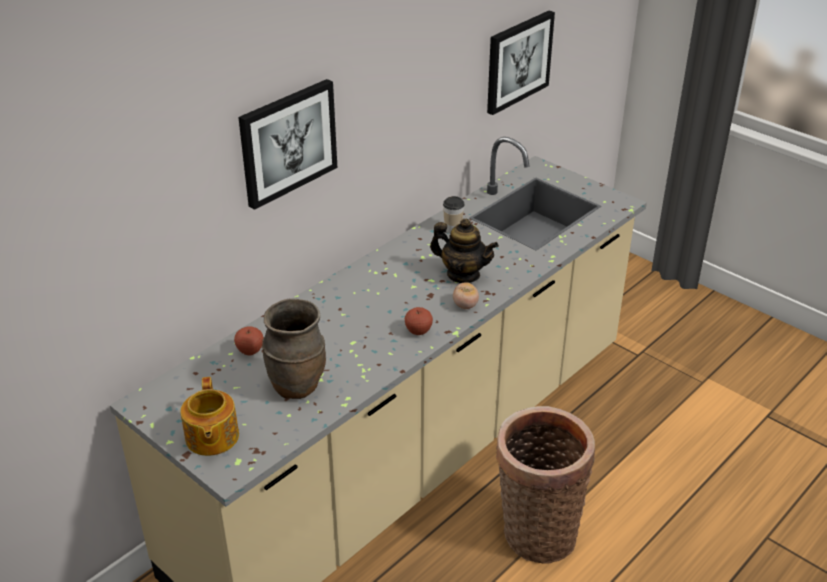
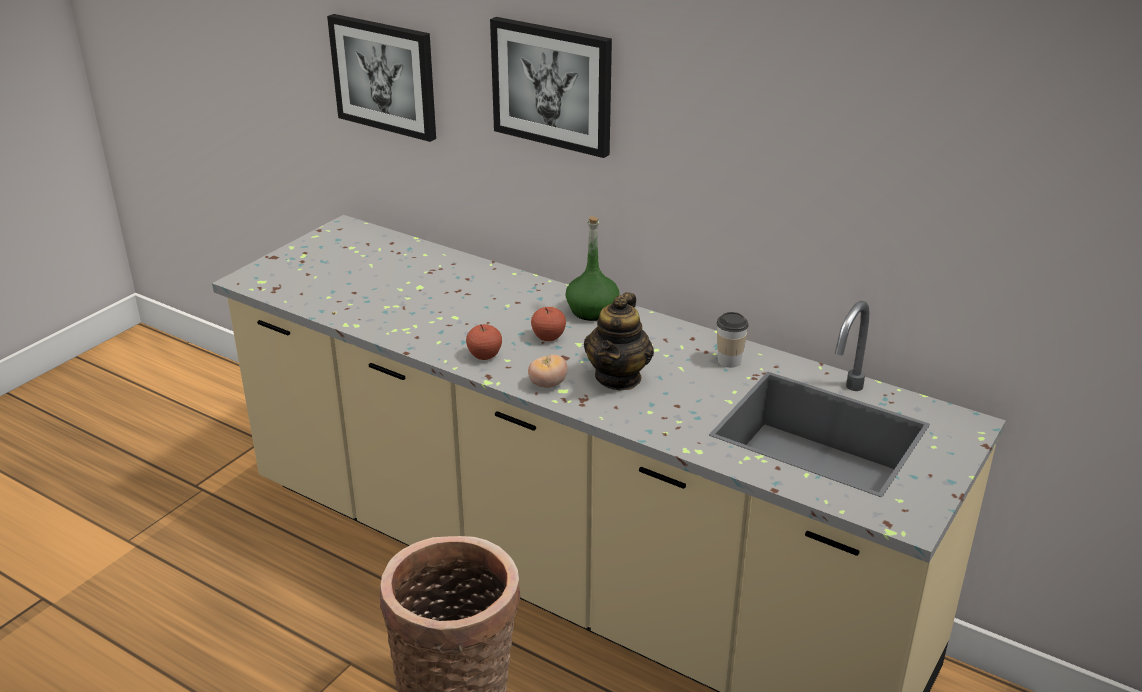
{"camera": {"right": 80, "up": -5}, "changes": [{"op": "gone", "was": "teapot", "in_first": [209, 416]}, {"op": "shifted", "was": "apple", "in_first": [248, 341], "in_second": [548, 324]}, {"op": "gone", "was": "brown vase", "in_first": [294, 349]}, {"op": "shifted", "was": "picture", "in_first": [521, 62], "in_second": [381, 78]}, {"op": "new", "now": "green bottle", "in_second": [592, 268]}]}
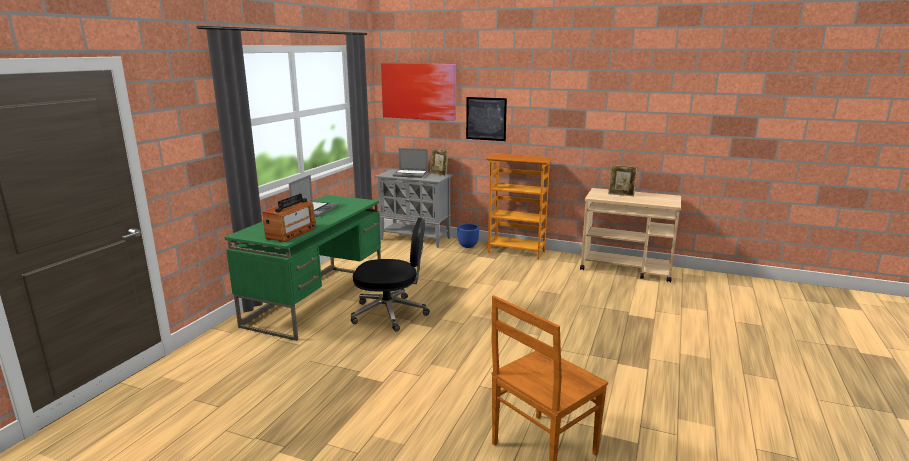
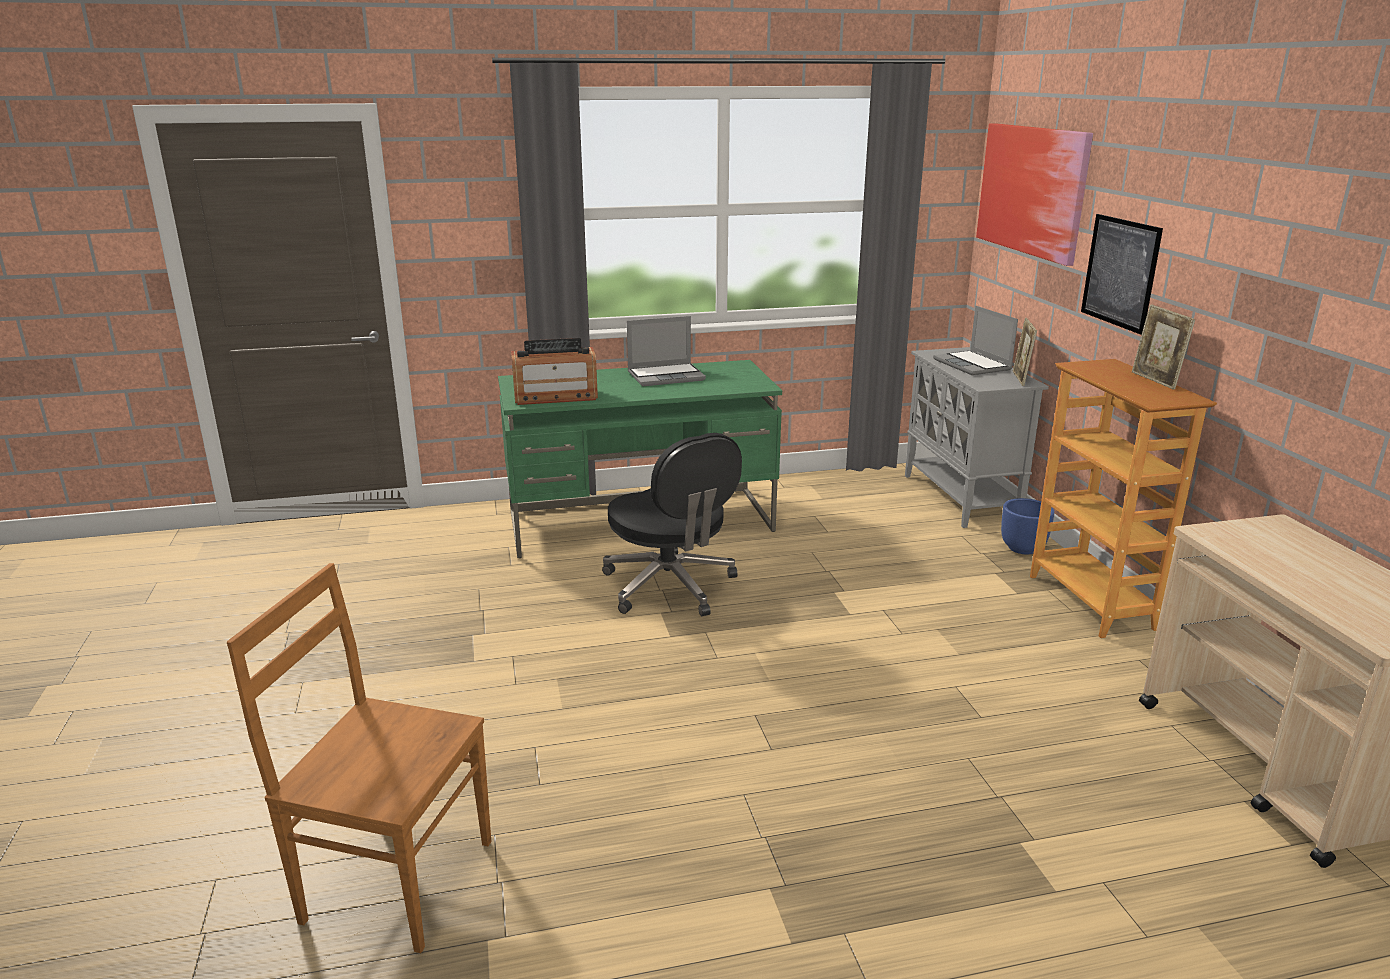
{"camera": {"right": 55, "up": 5}, "changes": [{"op": "shifted", "was": "picture frame", "in_first": [623, 180], "in_second": [1163, 347]}]}
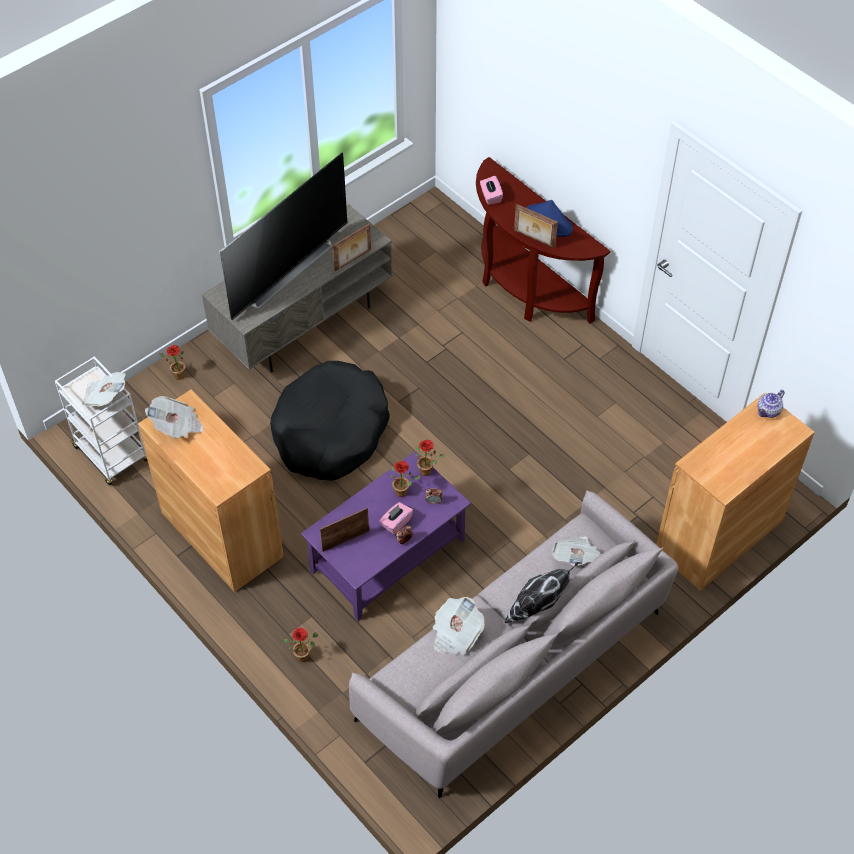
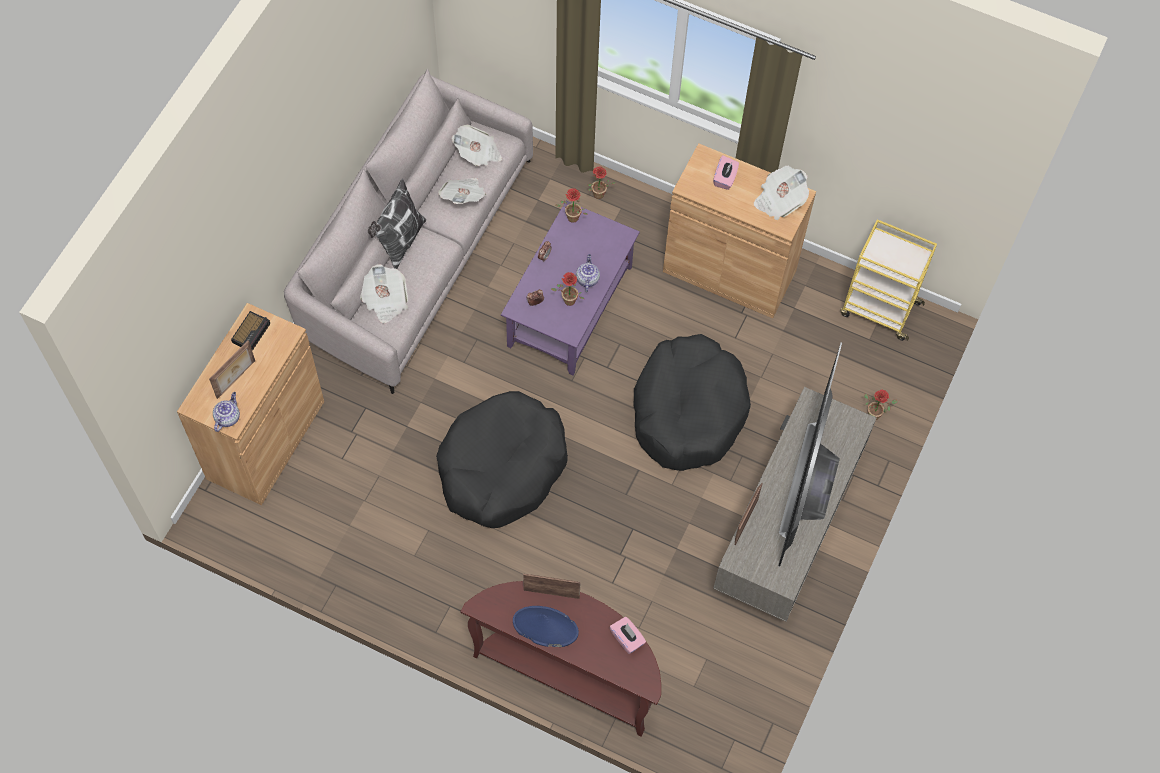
{"camera": {"right": 155, "up": 10}, "changes": [{"op": "repainted", "was": "white cart", "now": "yellow cart", "in_first": [101, 420], "in_second": [888, 280]}, {"op": "shifted", "was": "newspaper", "in_first": [104, 389], "in_second": [477, 145]}, {"op": "shifted", "was": "picture frame", "in_first": [344, 530], "in_second": [232, 369]}, {"op": "shifted", "was": "pink tissue box", "in_first": [396, 518], "in_second": [726, 172]}, {"op": "shifted", "was": "potted plant", "in_first": [430, 458], "in_second": [571, 205]}, {"op": "new", "now": "alarm clock", "in_second": [250, 331]}, {"op": "new", "now": "black dog bed", "in_second": [502, 459]}, {"op": "new", "now": "teapot", "in_second": [588, 273]}]}
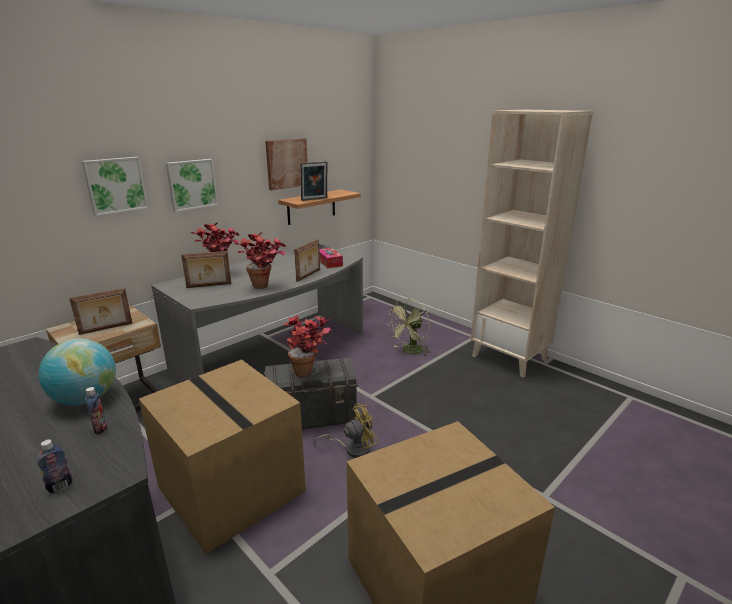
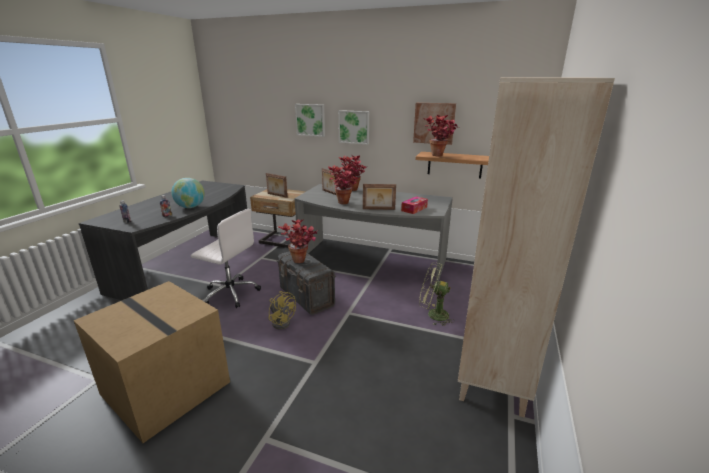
{"camera": {"right": 65, "up": 0}, "changes": [{"op": "swapped", "was": "cardboard box", "now": "white office chair", "in_first": [222, 456], "in_second": [226, 258]}, {"op": "swapped", "was": "picture frame", "now": "potted plant", "in_first": [313, 181], "in_second": [440, 136]}]}
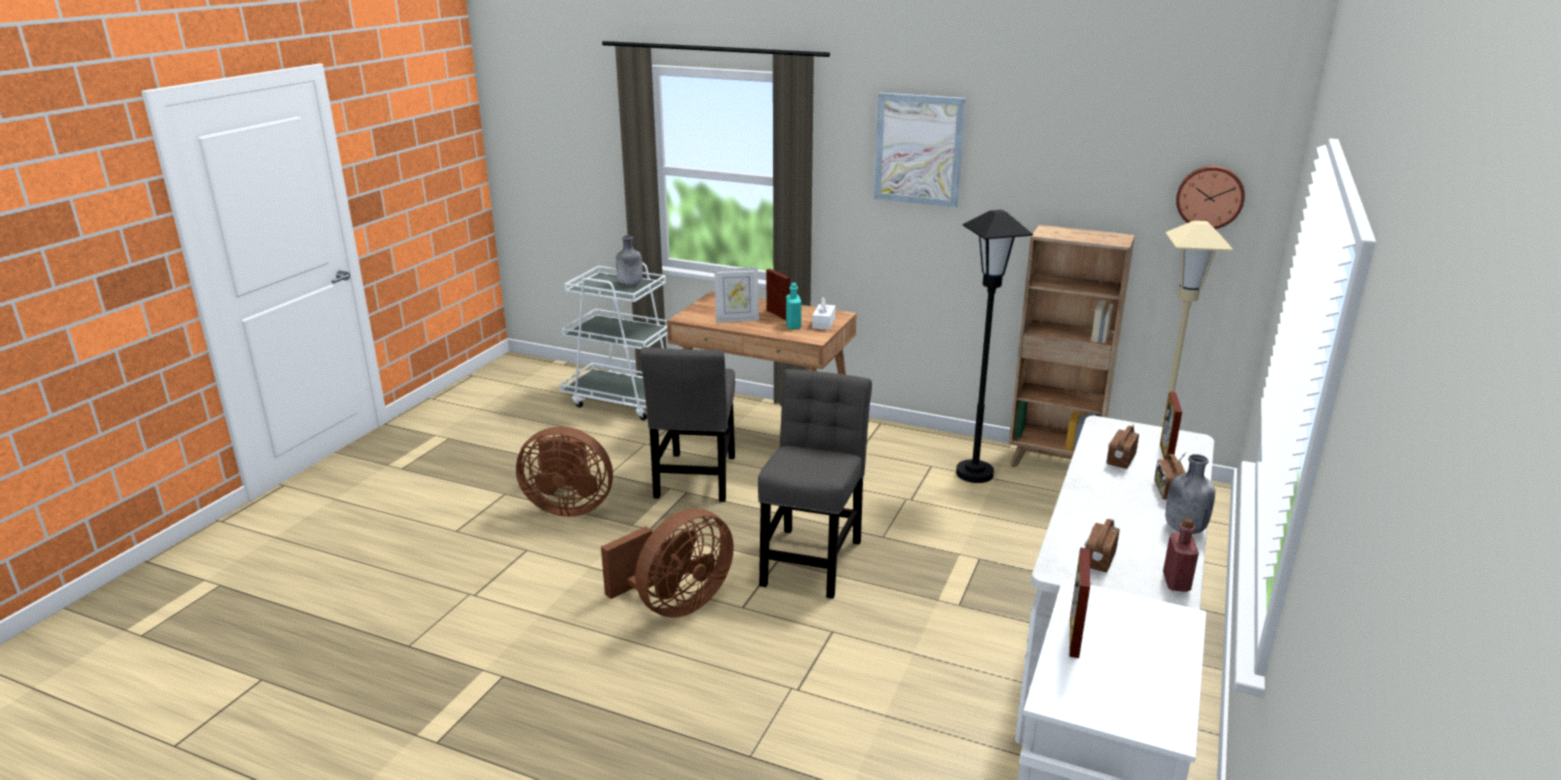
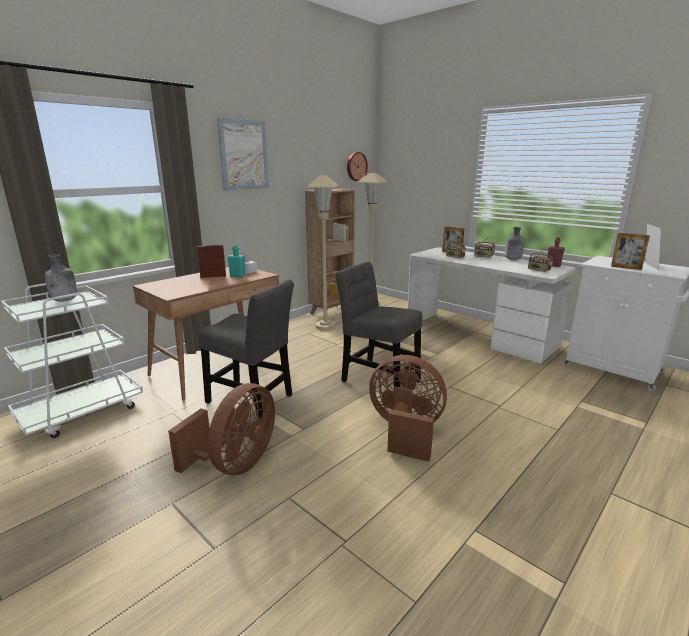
{"camera": {"right": -70, "up": -5}, "changes": [{"op": "rotated", "was": "brown fan", "in_first": [667, 563], "in_second": [408, 408], "clockwise": -45}, {"op": "shifted", "was": "picture frame", "in_first": [736, 295], "in_second": [653, 247]}, {"op": "repainted", "was": "black floor lamp", "now": "beige floor lamp", "in_first": [994, 346], "in_second": [323, 253]}]}
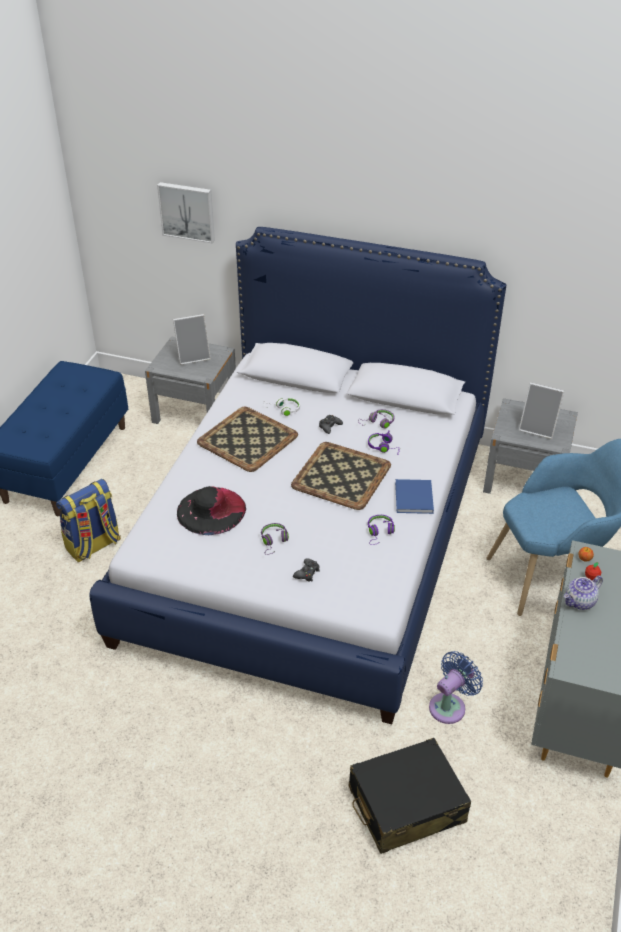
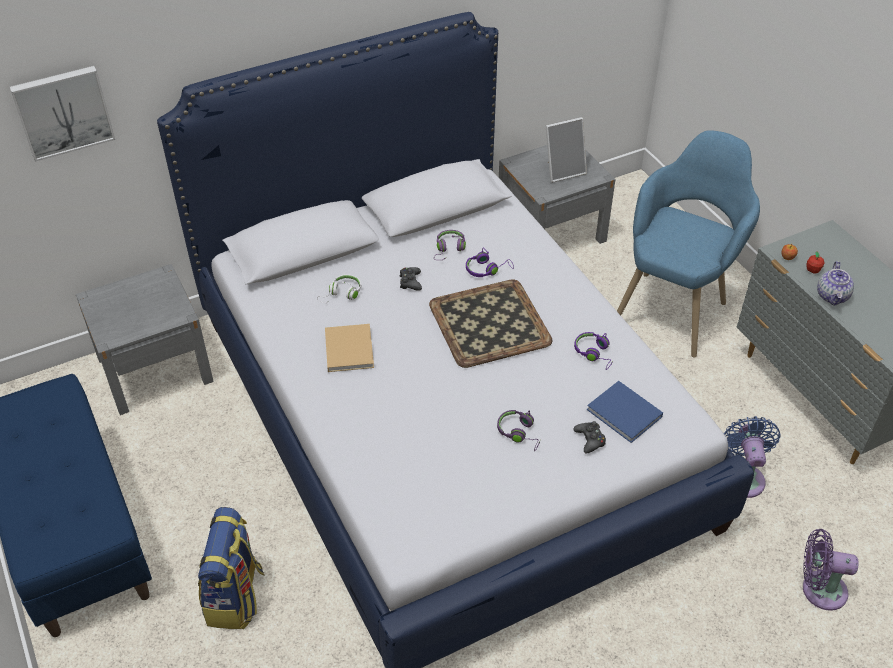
{"camera": {"right": -45, "up": 5}, "changes": [{"op": "gone", "was": "picture frame", "in_first": [192, 339]}, {"op": "gone", "was": "black hat", "in_first": [211, 510]}, {"op": "swapped", "was": "tray", "now": "beige book", "in_first": [247, 439], "in_second": [349, 348]}, {"op": "swapped", "was": "black suitcase", "now": "purple fan", "in_first": [410, 796], "in_second": [831, 570]}, {"op": "shifted", "was": "blue book", "in_first": [414, 496], "in_second": [625, 412]}]}
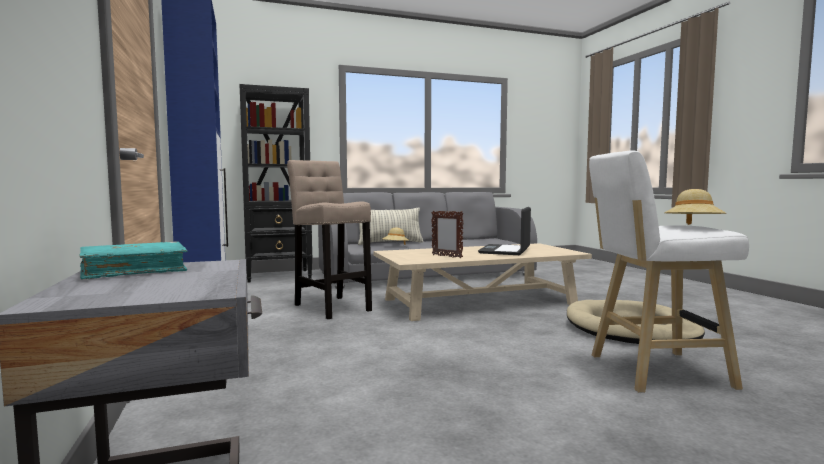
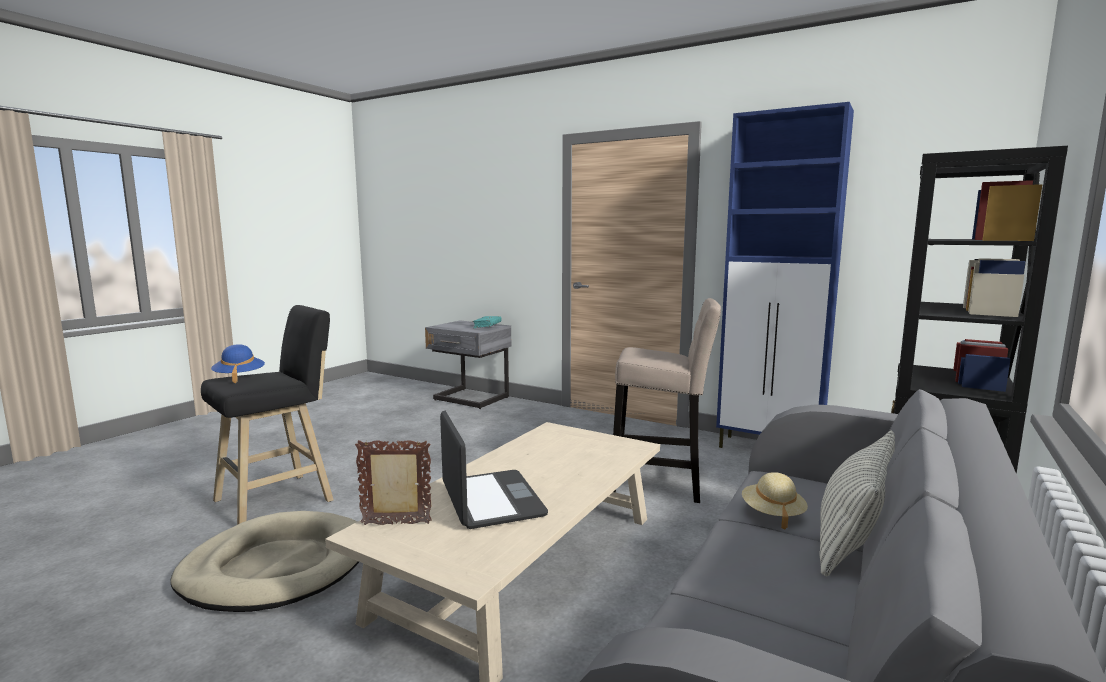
{"camera": {"right": 140, "up": 5}, "changes": [{"op": "shifted", "was": "picture frame", "in_first": [447, 234], "in_second": [393, 482]}, {"op": "repainted", "was": "white stool", "now": "black stool", "in_first": [669, 271], "in_second": [267, 415]}, {"op": "repainted", "was": "beige hat", "now": "blue hat", "in_first": [695, 207], "in_second": [238, 363]}]}
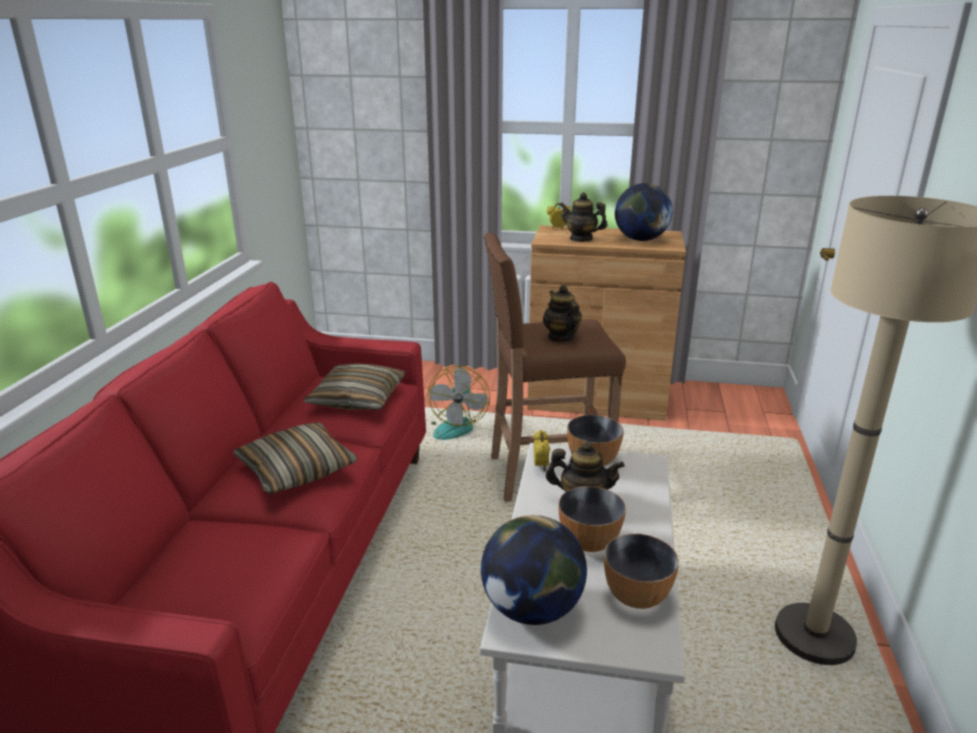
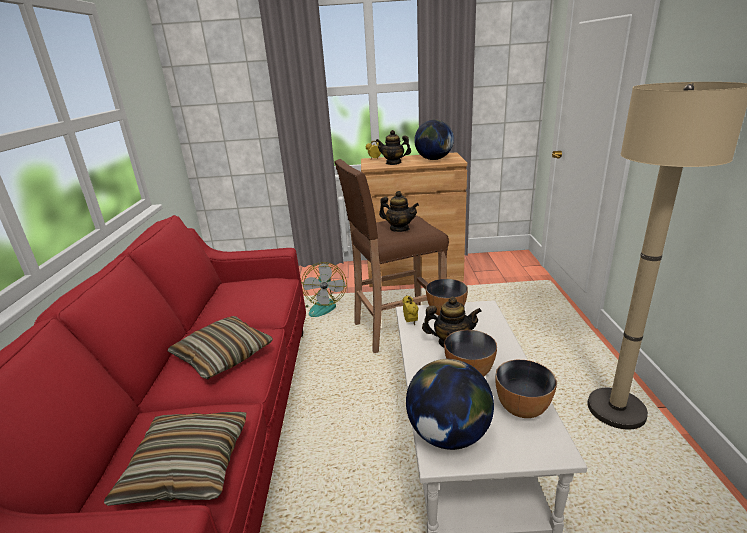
{"camera": {"right": -10, "up": 0}, "changes": [{"op": "shifted", "was": "pillow", "in_first": [354, 386], "in_second": [175, 459]}, {"op": "rotated", "was": "teapot", "in_first": [562, 313], "in_second": [399, 211], "clockwise": 150}]}
